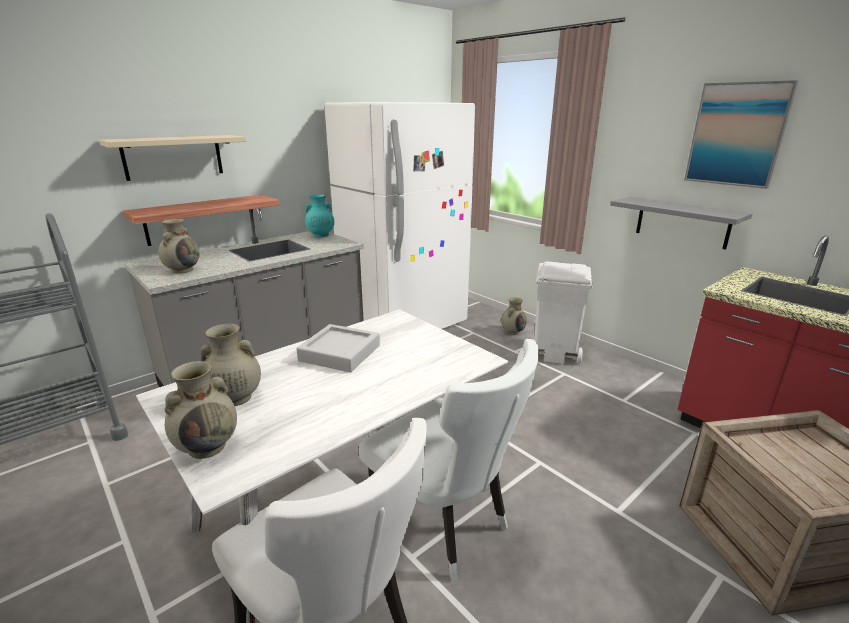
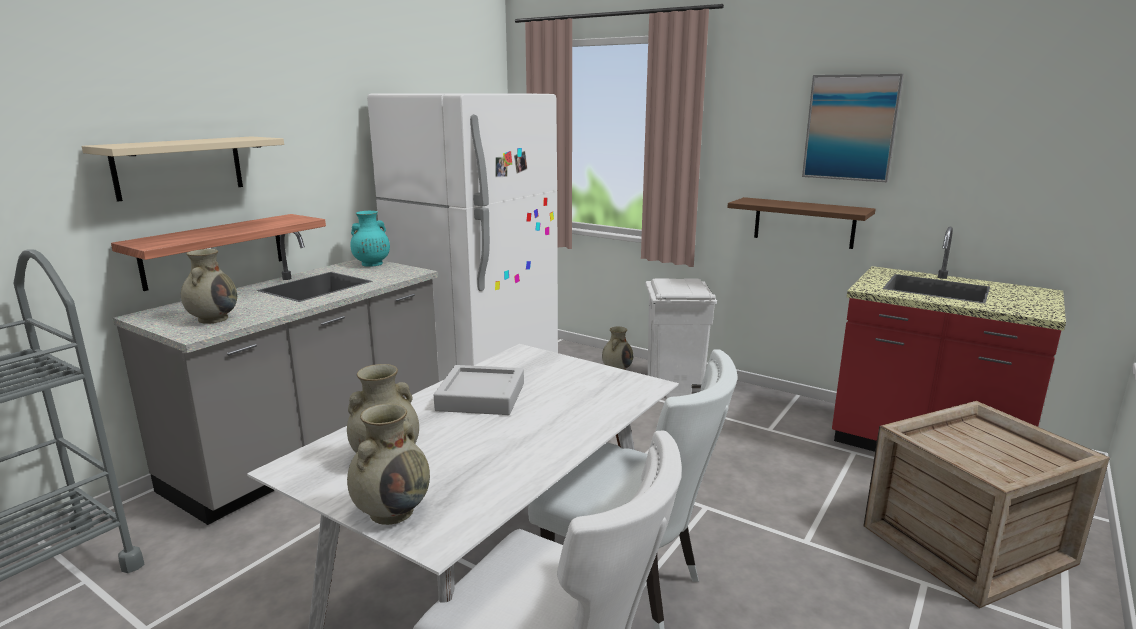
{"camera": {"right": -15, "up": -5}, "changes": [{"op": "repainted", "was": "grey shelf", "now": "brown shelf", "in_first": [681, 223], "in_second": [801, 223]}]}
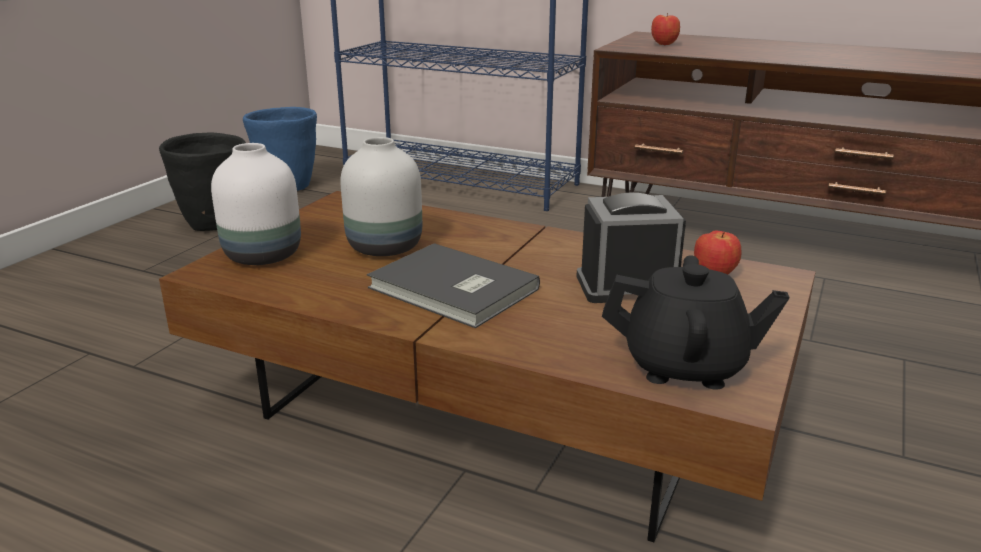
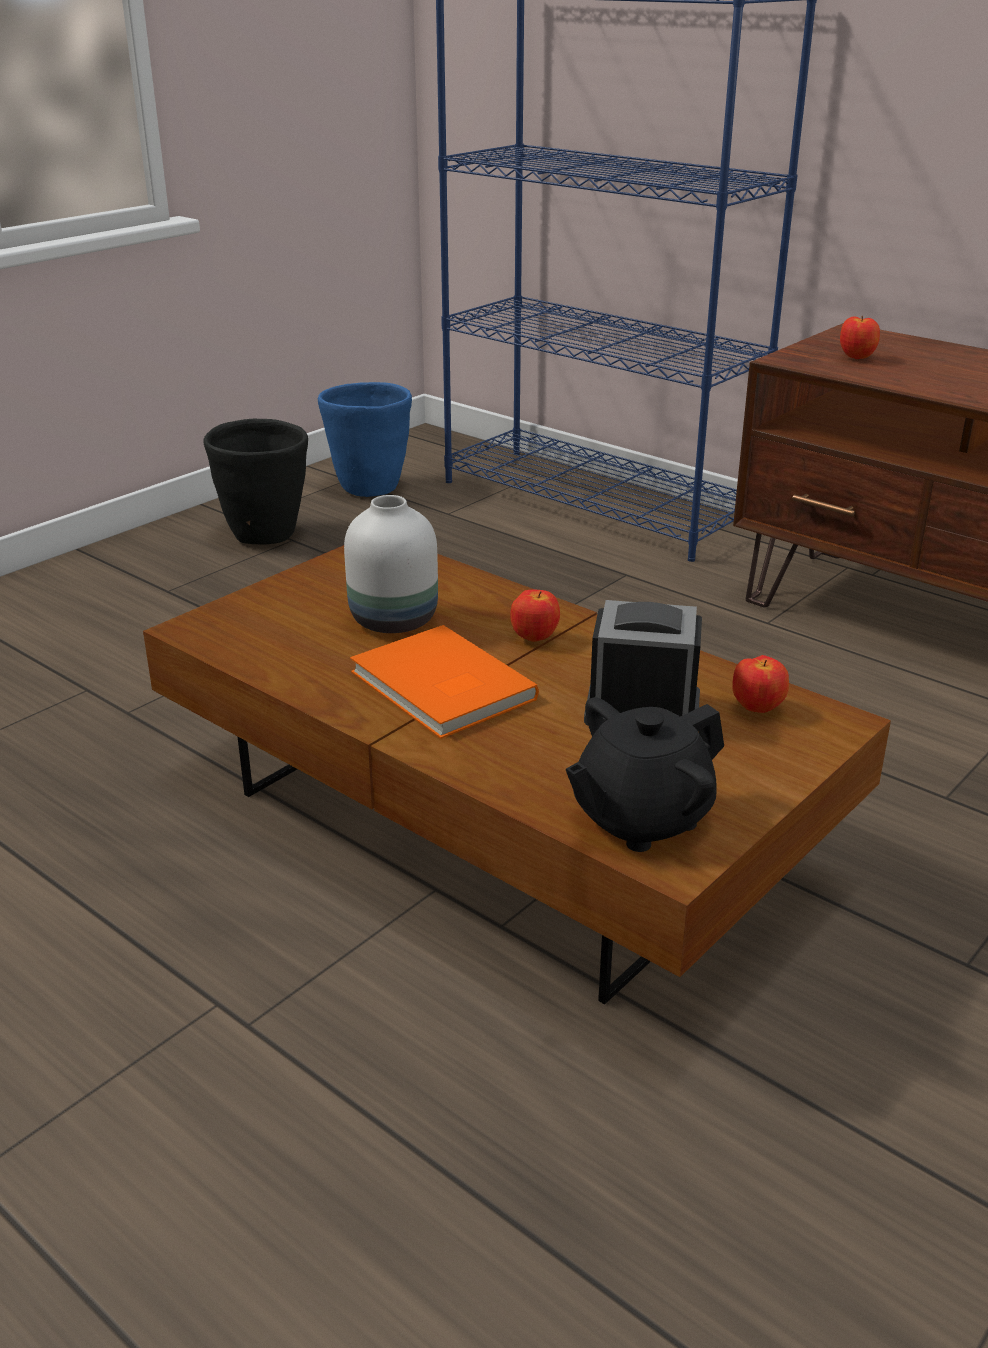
{"camera": {"right": 15, "up": 5}, "changes": [{"op": "gone", "was": "white vase", "in_first": [256, 204]}, {"op": "repainted", "was": "grey book", "now": "orange book", "in_first": [453, 285], "in_second": [444, 682]}, {"op": "rotated", "was": "black teapot", "in_first": [695, 323], "in_second": [645, 774], "clockwise": 120}, {"op": "new", "now": "apple", "in_second": [535, 616]}]}
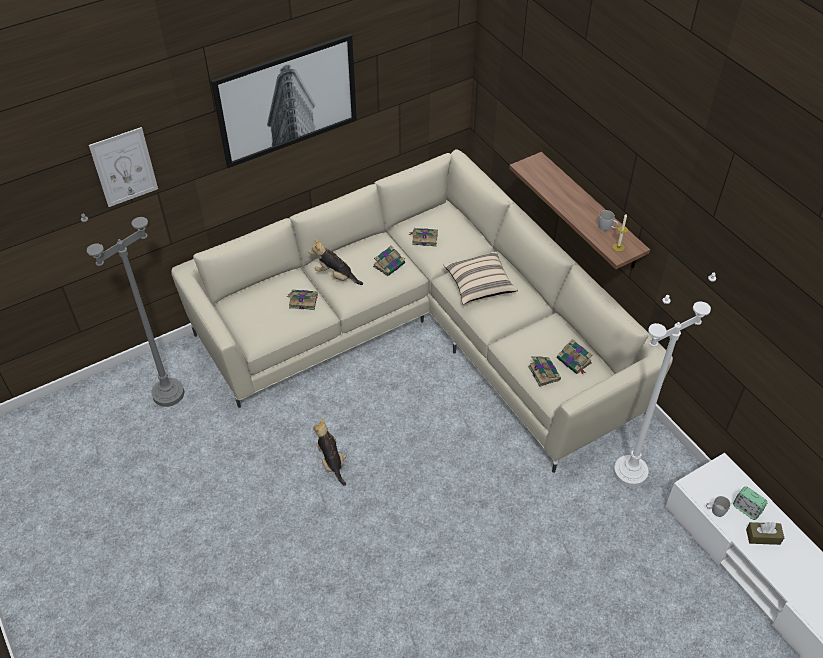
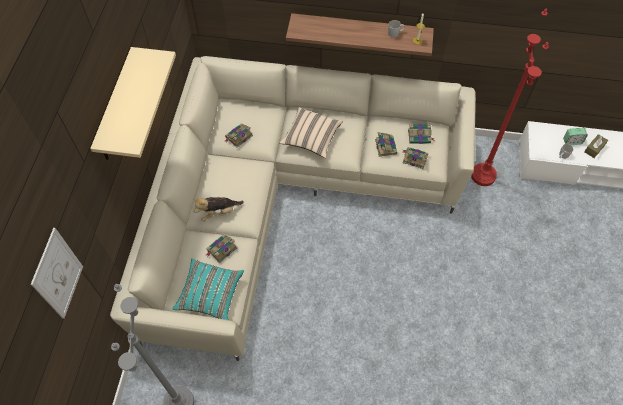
{"camera": {"right": -50, "up": 10}, "changes": [{"op": "swapped", "was": "picture", "now": "beige shelf", "in_first": [284, 101], "in_second": [133, 103]}, {"op": "gone", "was": "plush toy", "in_first": [330, 452]}, {"op": "shifted", "was": "book", "in_first": [389, 260], "in_second": [386, 144]}, {"op": "repainted", "was": "white floor lamp", "now": "red floor lamp", "in_first": [664, 379], "in_second": [510, 97]}, {"op": "new", "now": "turquoise pillow", "in_second": [208, 289]}]}
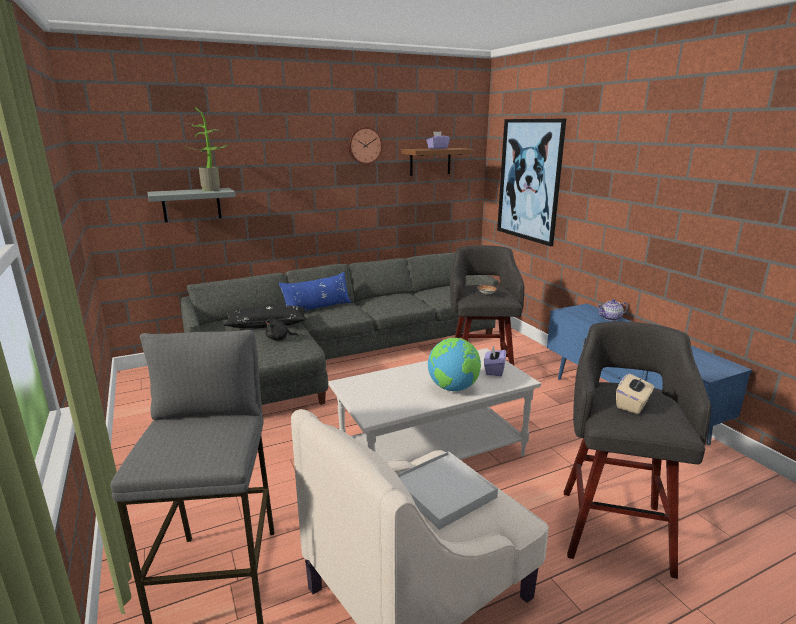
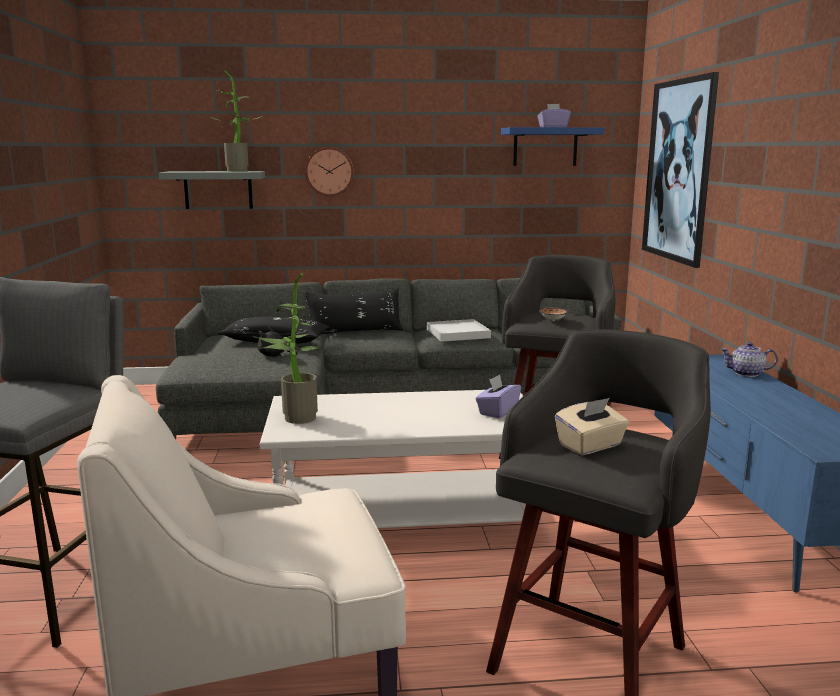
{"camera": {"right": 20, "up": -5}, "changes": [{"op": "repainted", "was": "blue pillow", "now": "black pillow", "in_first": [315, 291], "in_second": [353, 311]}, {"op": "shifted", "was": "wall clock", "in_first": [365, 145], "in_second": [329, 171]}, {"op": "shifted", "was": "white tray", "in_first": [447, 490], "in_second": [459, 330]}, {"op": "repainted", "was": "brown shelf", "now": "blue shelf", "in_first": [438, 162], "in_second": [553, 146]}, {"op": "gone", "was": "globe", "in_first": [454, 364]}, {"op": "new", "now": "potted plant", "in_second": [287, 348]}]}
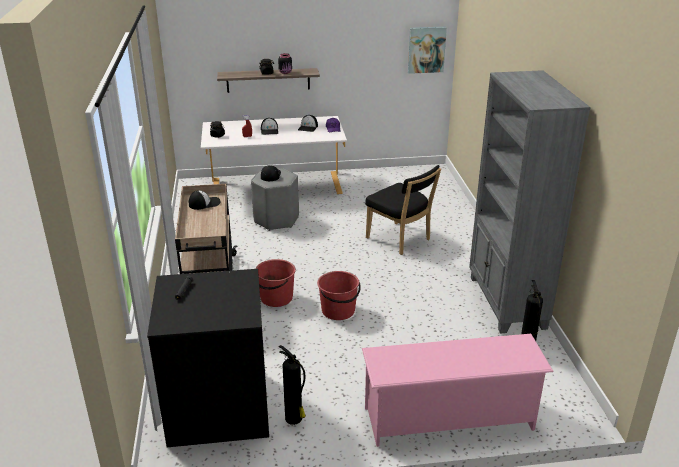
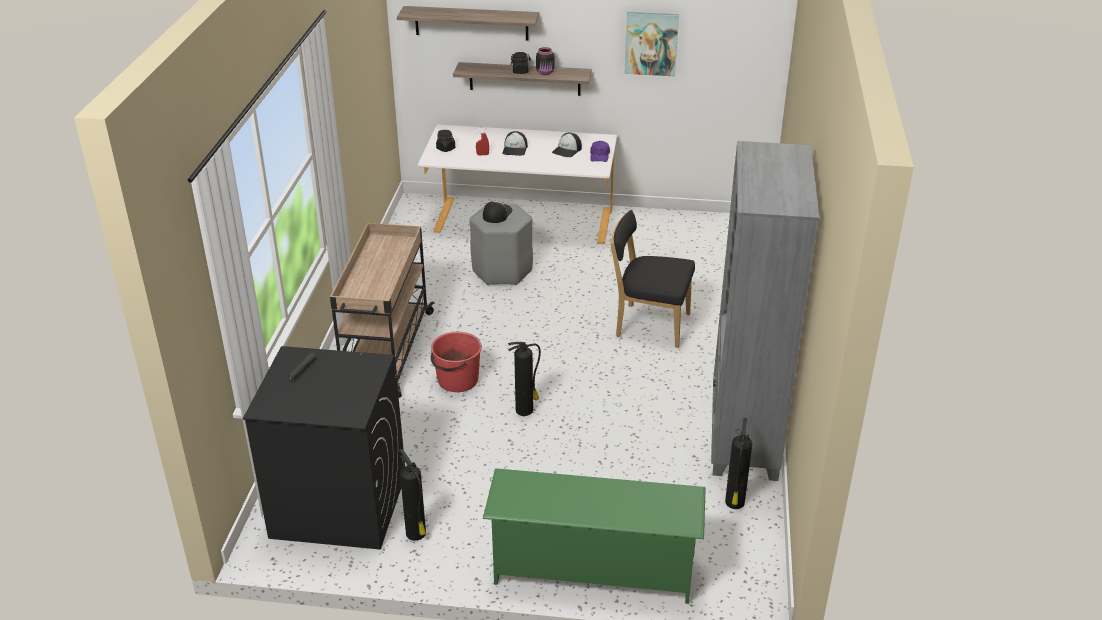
{"camera": {"right": 15, "up": 5}, "changes": [{"op": "gone", "was": "cap", "in_first": [205, 200]}, {"op": "swapped", "was": "red bucket", "now": "fire extinguisher", "in_first": [339, 295], "in_second": [524, 379]}, {"op": "repainted", "was": "pink shoe rack", "now": "green shoe rack", "in_first": [458, 390], "in_second": [594, 536]}, {"op": "rotated", "was": "black chair", "in_first": [403, 210], "in_second": [652, 279], "clockwise": 135}, {"op": "shifted", "was": "picture", "in_first": [427, 50], "in_second": [652, 44]}, {"op": "new", "now": "shelf", "in_second": [468, 23]}]}
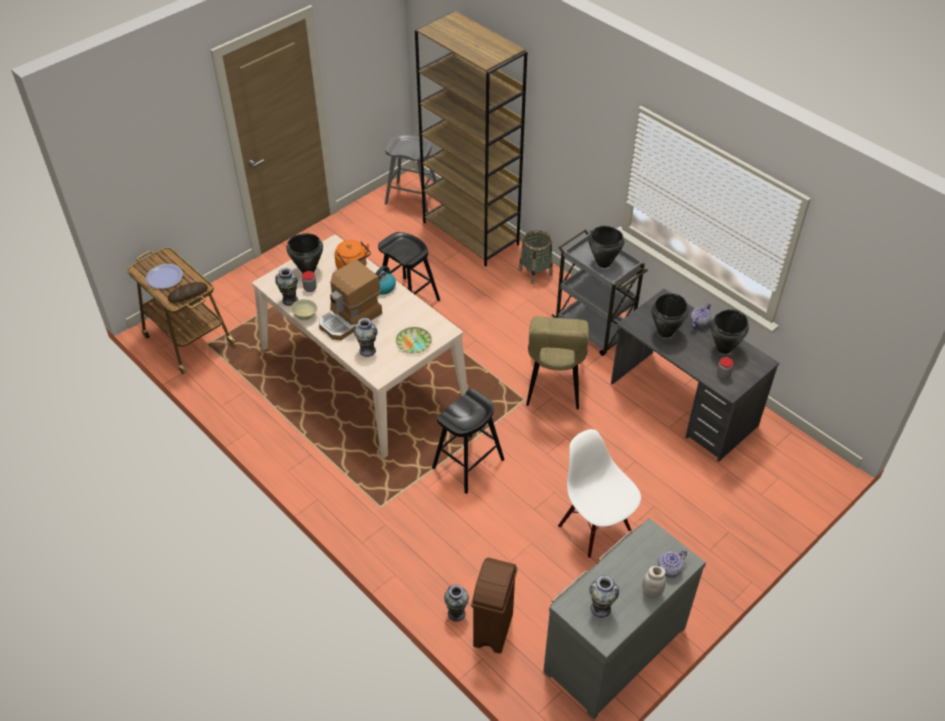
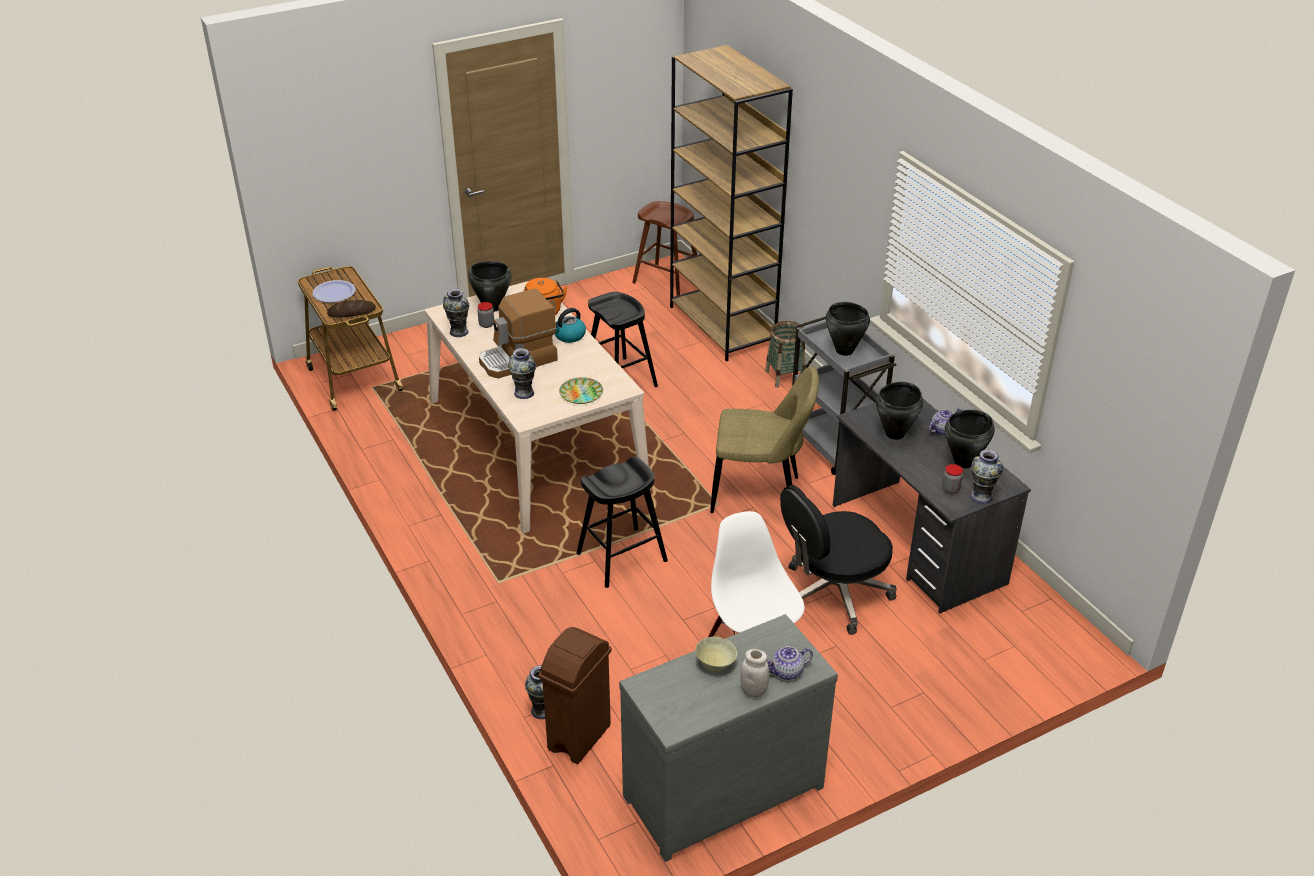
{"camera": {"right": 15, "up": -10}, "changes": [{"op": "shifted", "was": "beige bowl", "in_first": [304, 310], "in_second": [716, 654]}, {"op": "repainted", "was": "grey stool", "now": "brown stool", "in_first": [411, 174], "in_second": [664, 248]}, {"op": "rotated", "was": "beige chair", "in_first": [557, 363], "in_second": [764, 440], "clockwise": -105}, {"op": "shifted", "was": "vase", "in_first": [604, 596], "in_second": [986, 476]}, {"op": "new", "now": "black office chair", "in_second": [838, 560]}]}
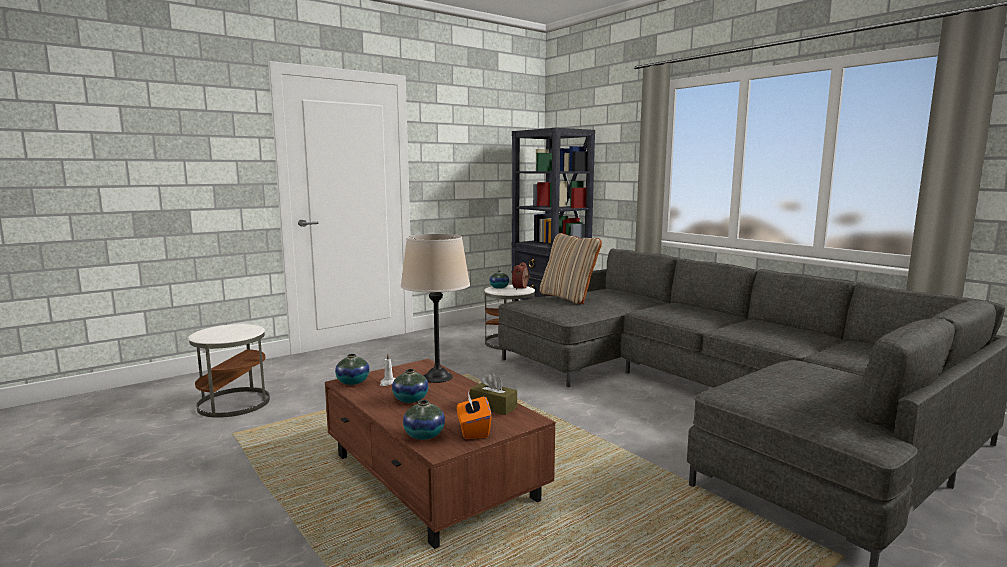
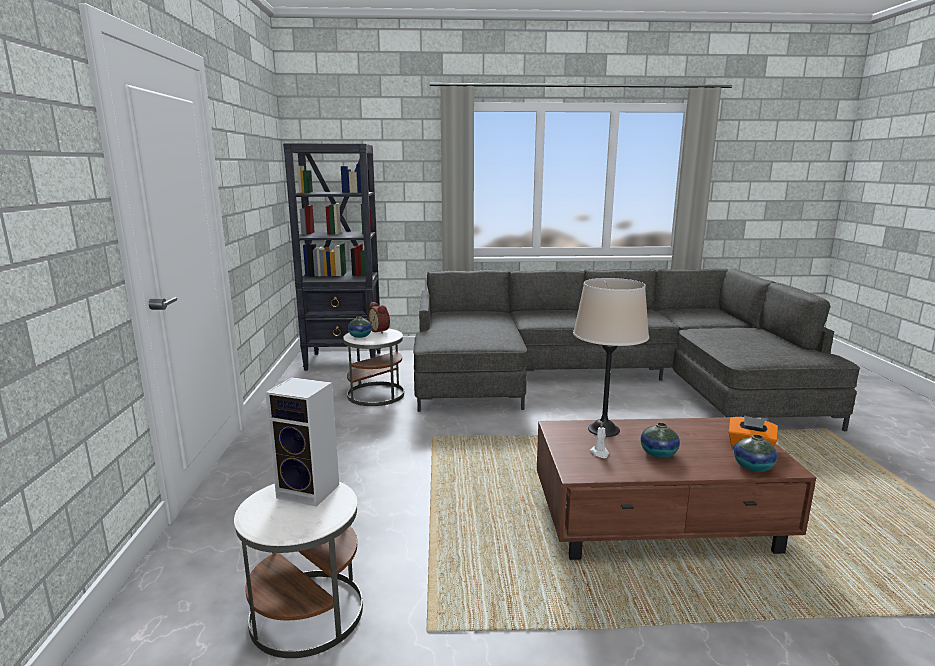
{"camera": {"right": -55, "up": 5}, "changes": [{"op": "gone", "was": "vase", "in_first": [352, 369]}, {"op": "gone", "was": "brown tissue box", "in_first": [493, 394]}, {"op": "gone", "was": "beige pillow", "in_first": [571, 268]}, {"op": "new", "now": "speaker", "in_second": [302, 442]}]}
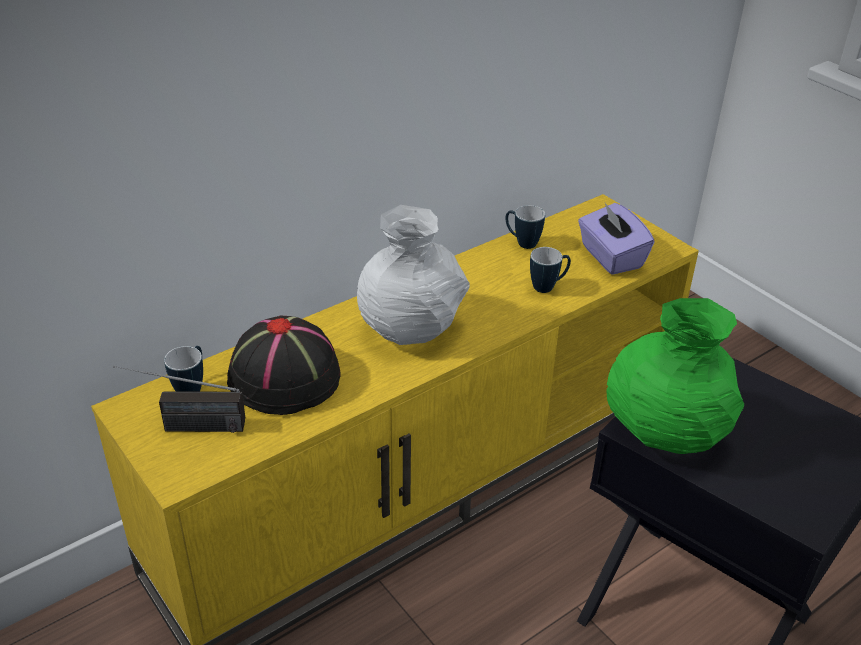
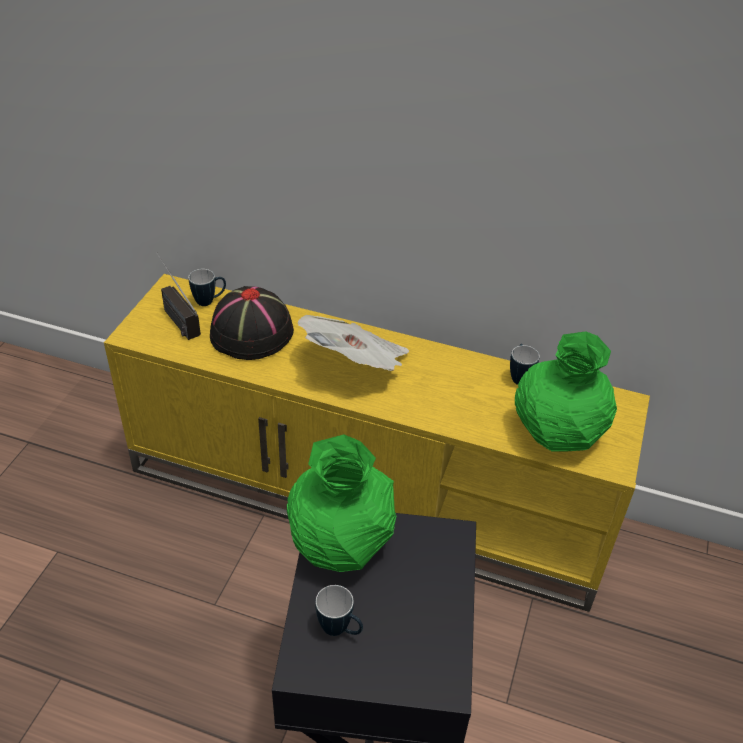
{"camera": {"right": 55, "up": 5}, "changes": [{"op": "swapped", "was": "white vase", "now": "newspaper", "in_first": [413, 275], "in_second": [353, 343]}, {"op": "shifted", "was": "mug", "in_first": [550, 270], "in_second": [339, 610]}, {"op": "swapped", "was": "purple tissue box", "now": "green vase", "in_first": [616, 239], "in_second": [566, 391]}]}
